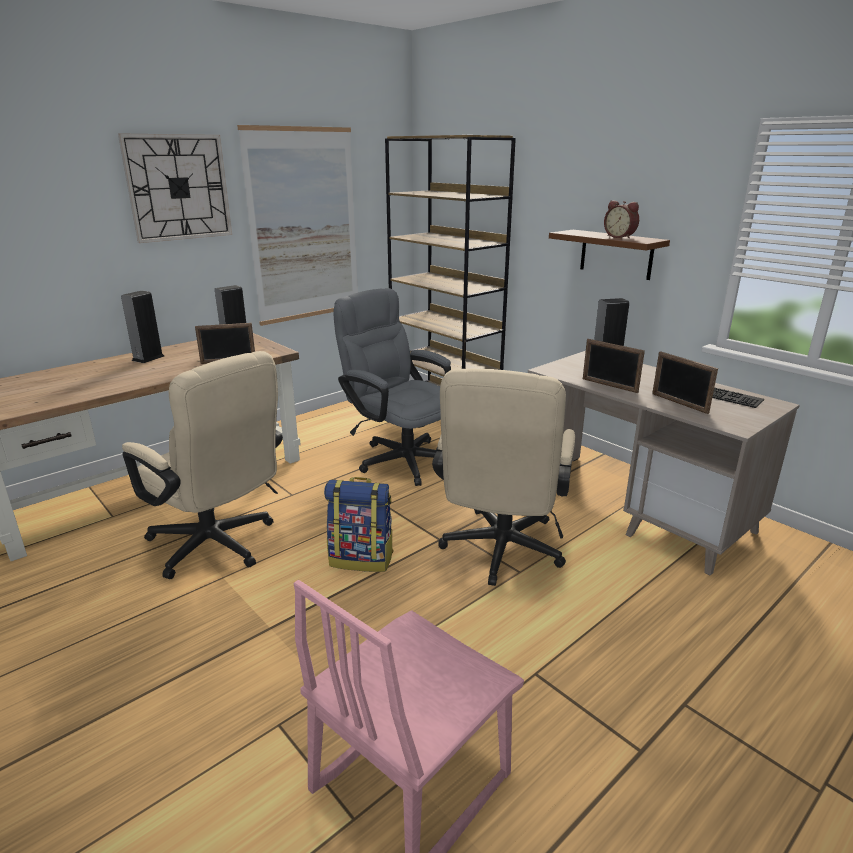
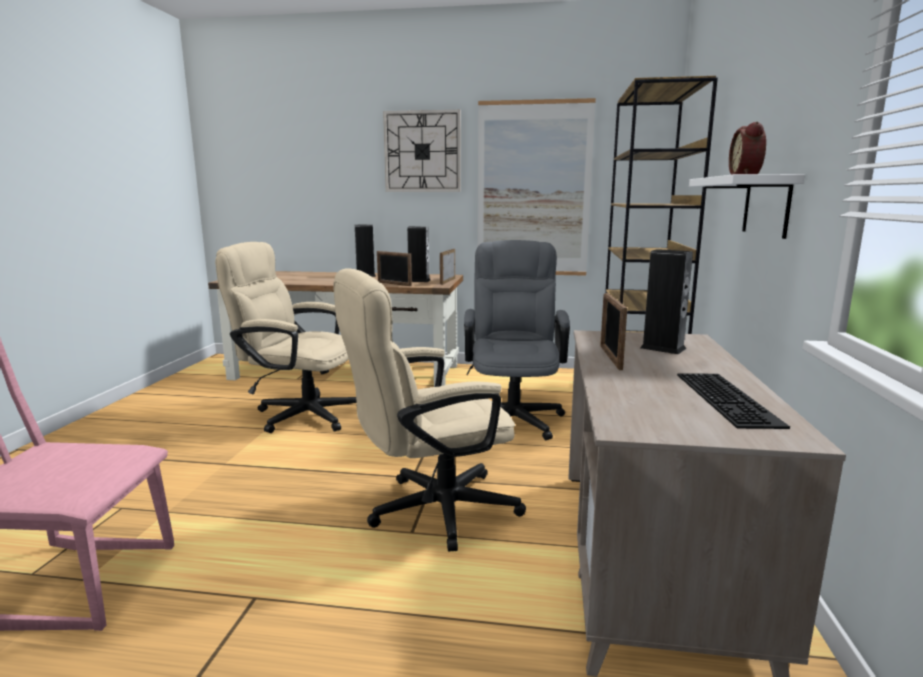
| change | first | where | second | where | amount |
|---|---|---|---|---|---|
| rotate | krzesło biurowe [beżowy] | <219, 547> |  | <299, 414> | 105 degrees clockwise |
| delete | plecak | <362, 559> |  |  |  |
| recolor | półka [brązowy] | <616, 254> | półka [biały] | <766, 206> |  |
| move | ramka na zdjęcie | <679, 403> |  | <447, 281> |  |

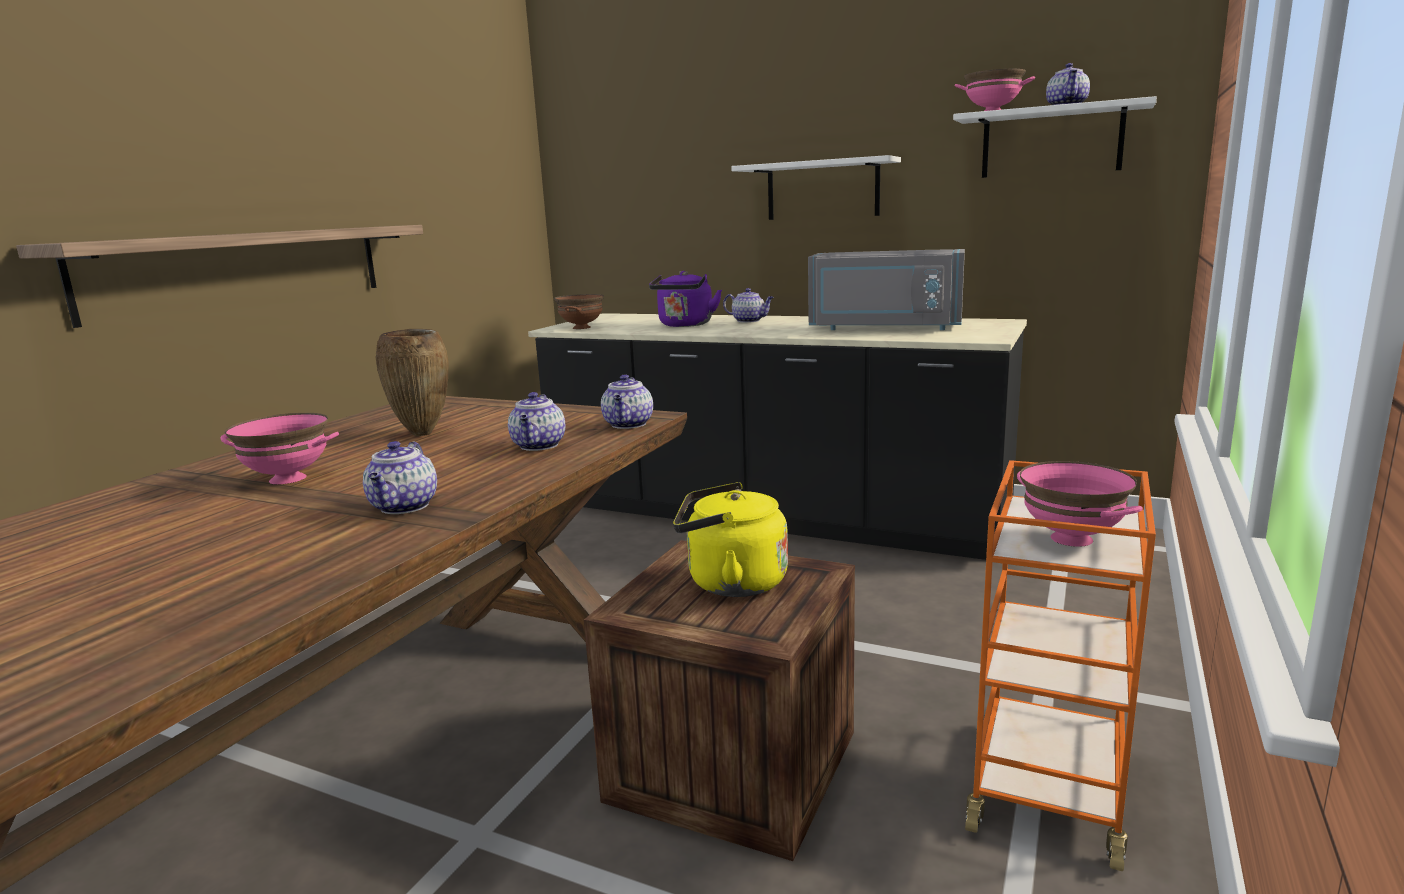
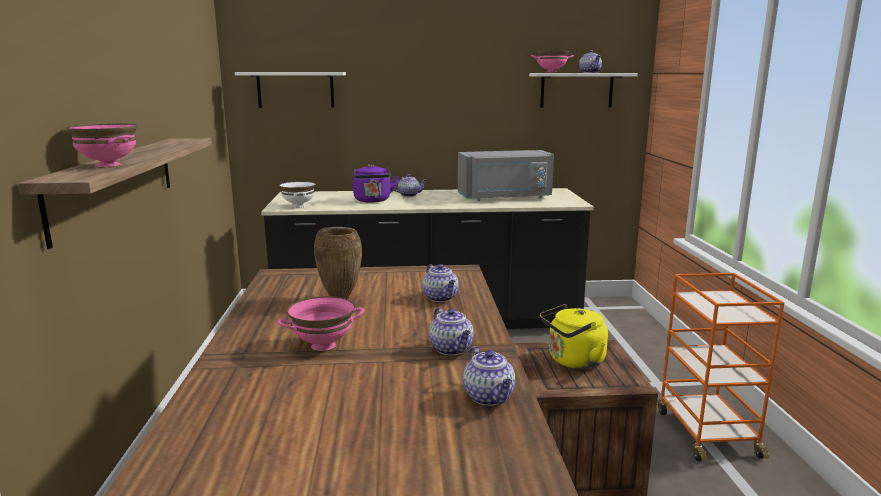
| change | first | where | second | where | amount |
|---|---|---|---|---|---|
| recolor | miska [brązowy] | <581, 327> | miska [biały] | <298, 206> |  |
| move | imbryk | <628, 425> |  | <489, 397> |  |
| move | półka [biały] | <822, 190> |  | <295, 89> |  |
| move | miska [różowy] | <1070, 539> |  | <107, 165> |  |

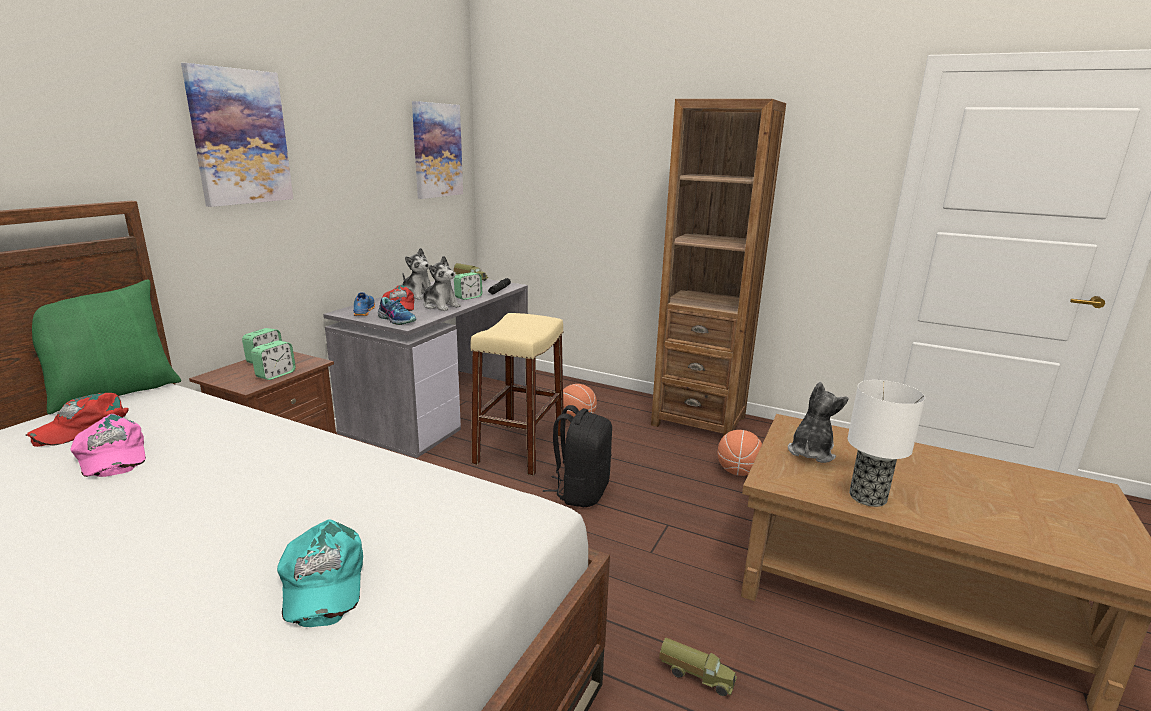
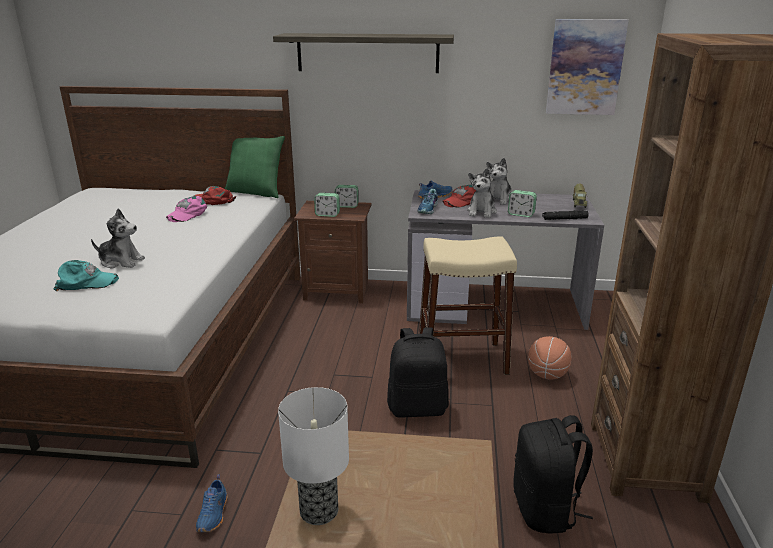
| change | first | where | second | where | amount |
|---|---|---|---|---|---|
| replace | obraz | <240, 137> | półka | <367, 53> |  |
| rotate | czapka z daszkiem [turkusowy] | <321, 581> |  | <86, 282> | 150 degrees counterclockwise |
| replace | ciężarówka zabawkowa | <696, 675> | but [niebieski] | <214, 514> |  |
| replace | piłka do koszykówki | <737, 471> | plecak [czarny] | <545, 509> |  |
| move | pluszak | <811, 452> |  | <121, 261> |  |

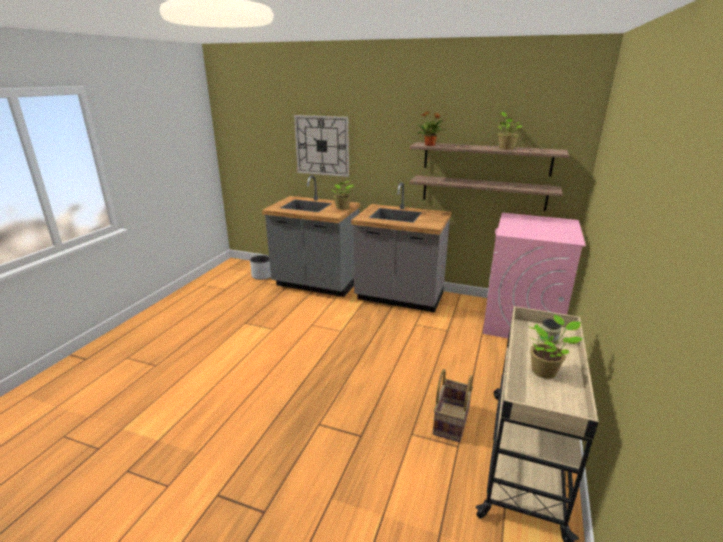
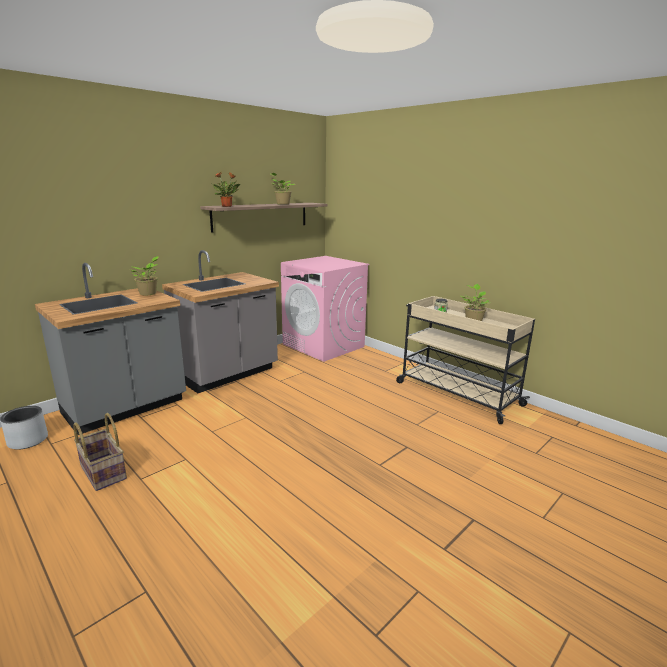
| change | first | where | second | where | amount |
|---|---|---|---|---|---|
| delete | zegar ścienny | <322, 145> |  |  |  |
| delete | półka | <483, 192> |  |  |  |
| move | koszyk | <450, 420> |  | <102, 472> |  |

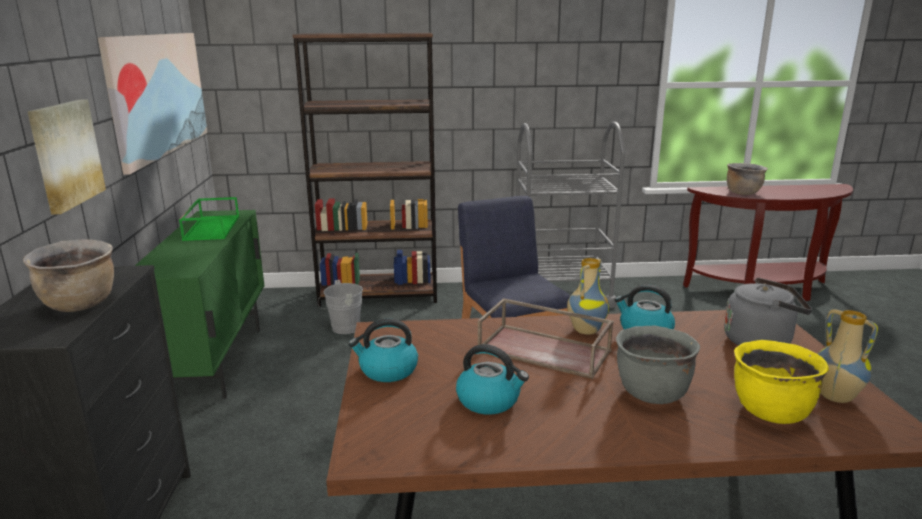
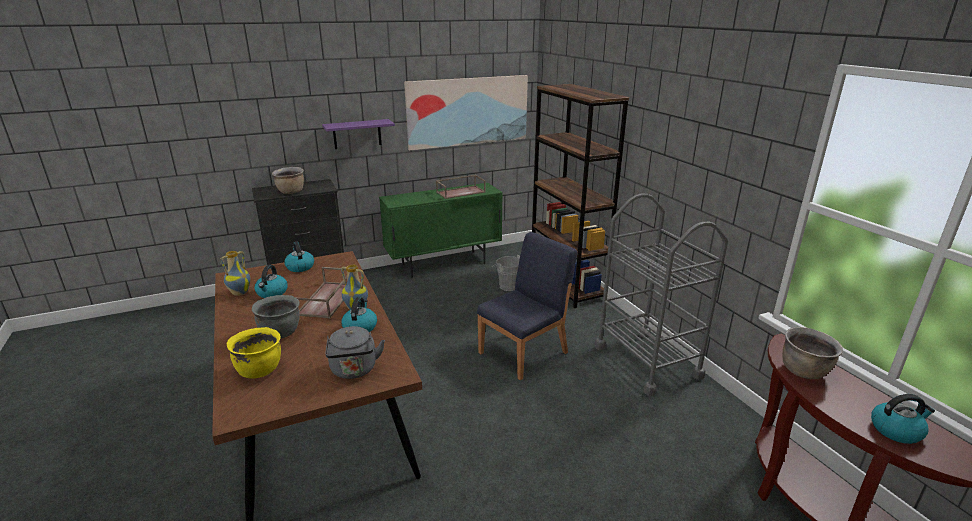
| change | first | where | second | where | amount |
|---|---|---|---|---|---|
| replace | obraz | <65, 154> | półka [fioletowy] | <357, 134> |  |
| recolor | taca [zielony] | <211, 227> | taca [brązowy] | <461, 192> |  |
| move | wazon | <834, 397> |  | <240, 293> |  |
| insert |  |  | czajnik | <896, 430> |  |

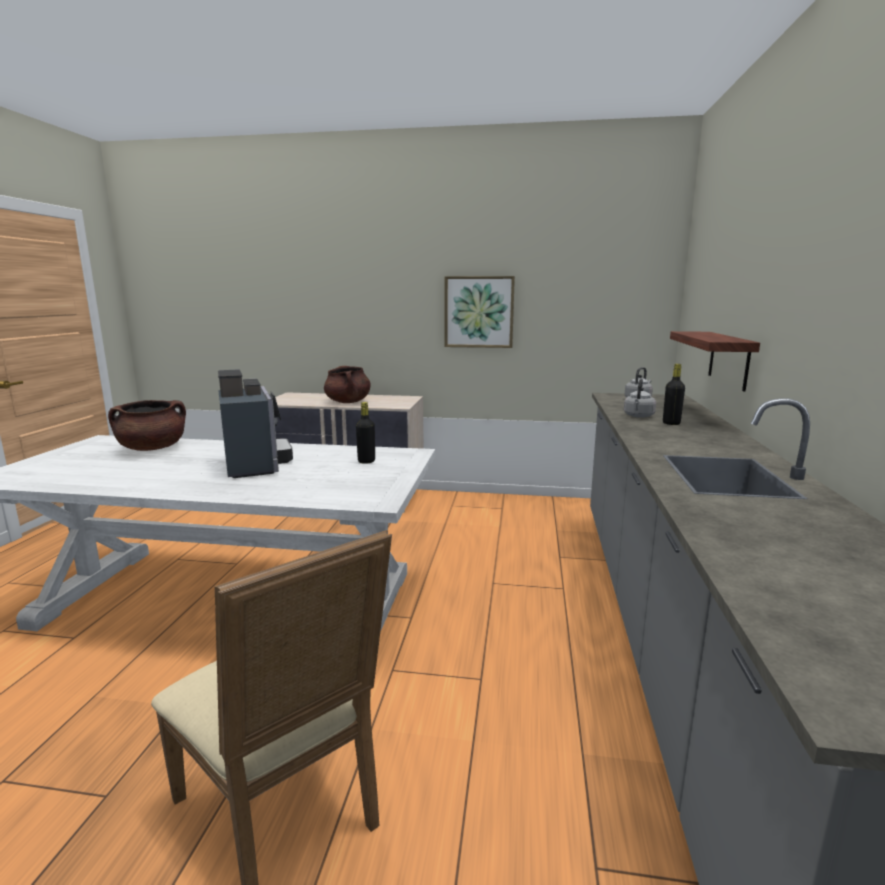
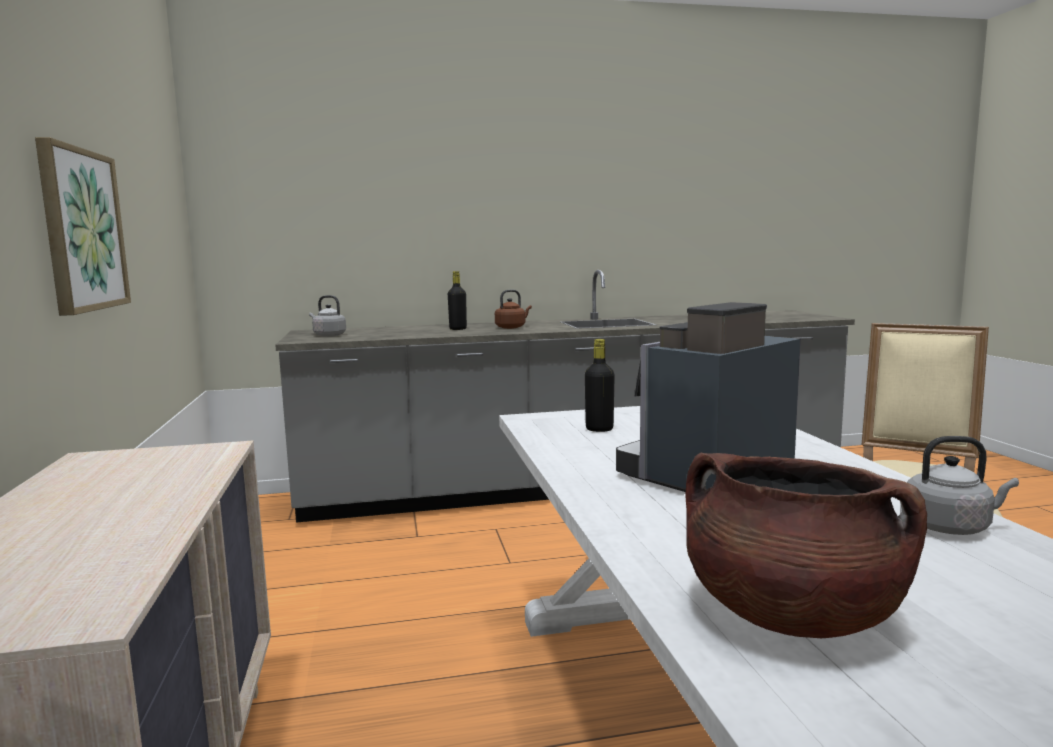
| change | first | where | second | where | amount |
|---|---|---|---|---|---|
| delete | garnek [brązowy] | <348, 402> |  |  |  |
| move | czajnik [szary] | <638, 416> |  | <951, 527> |  |
| delete | półka | <729, 359> |  |  |  |
| insert |  |  | czajnik [brązowy] | <512, 327> |  |

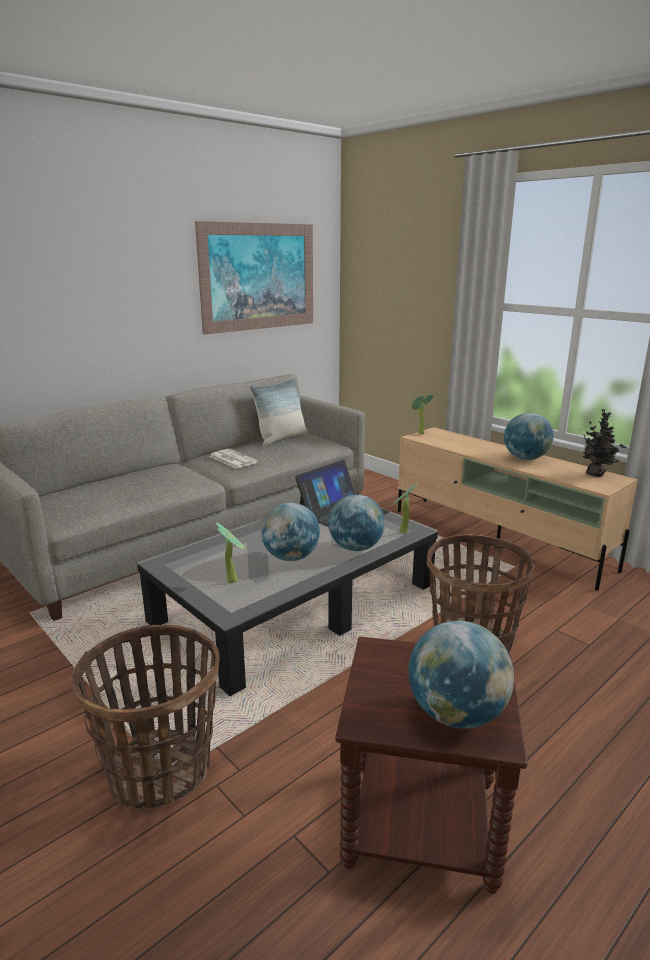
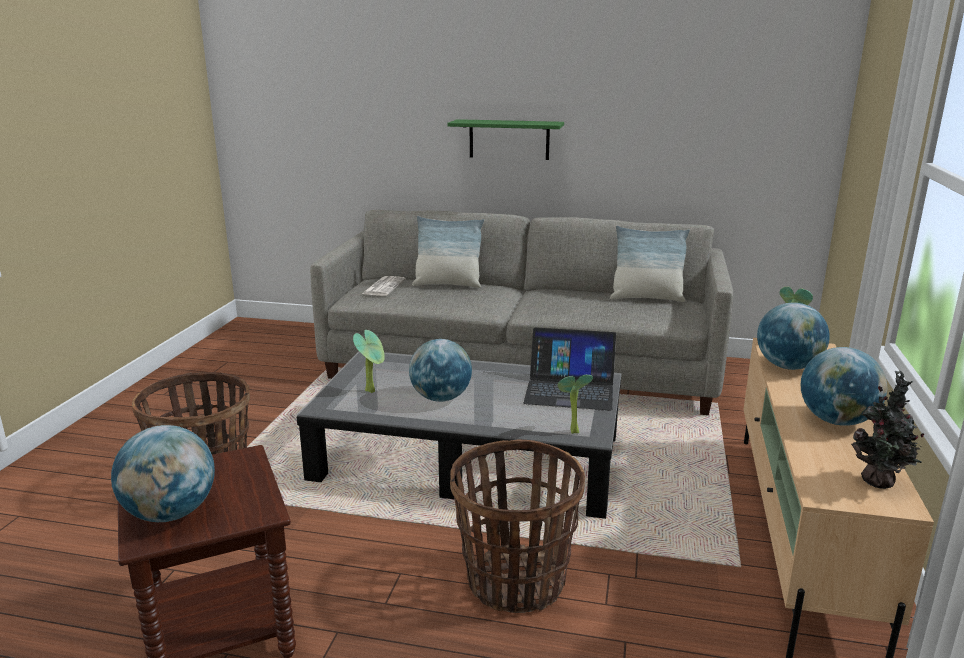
| change | first | where | second | where | amount |
|---|---|---|---|---|---|
| delete | obraz | <259, 277> |  |  |  |
| move | gazeta | <232, 459> |  | <383, 287> |  |
| move | globus | <356, 548> |  | <788, 366> |  |
| insert |  |  | poduszka | <448, 284> |  |
| insert |  |  | półka [zielony] | <509, 139> |  |

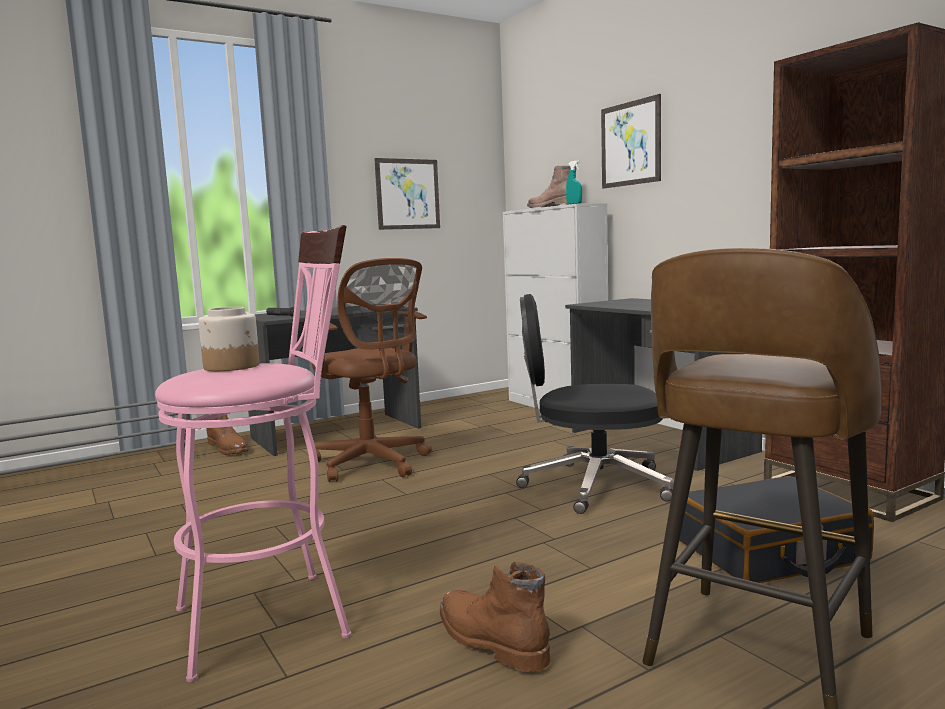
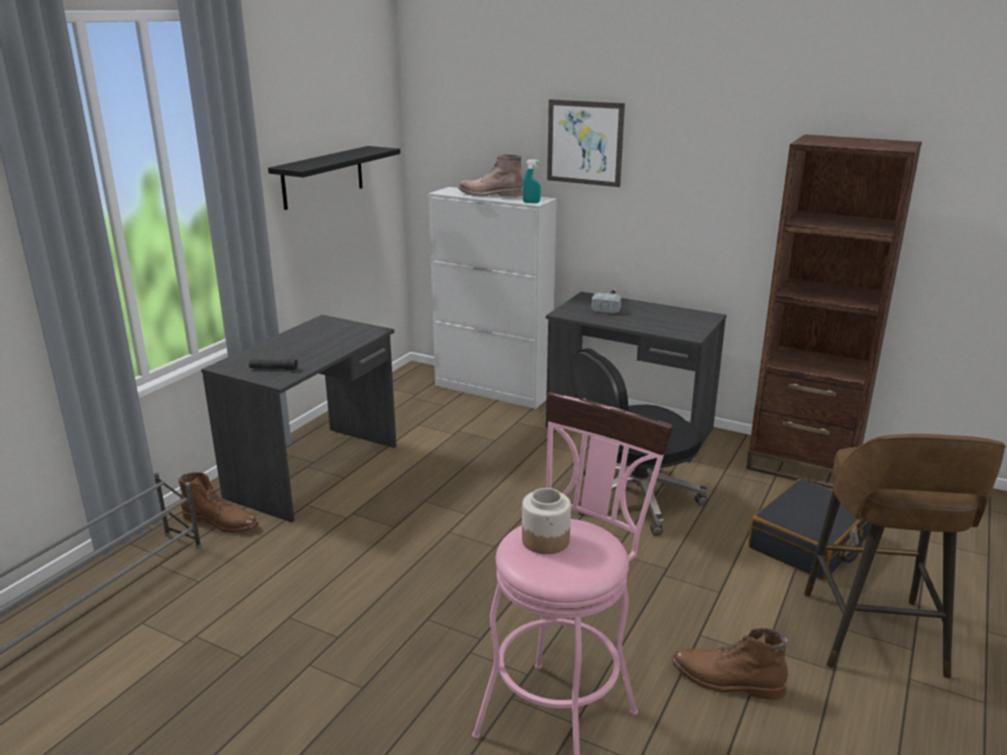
| change | first | where | second | where | amount |
|---|---|---|---|---|---|
| delete | krzesło biurowe [brązowy] | <372, 464> |  |  |  |
| replace | obraz | <407, 194> | półka [czarny] | <323, 177> |  |
| insert |  |  | młotek | <609, 305> |  |

